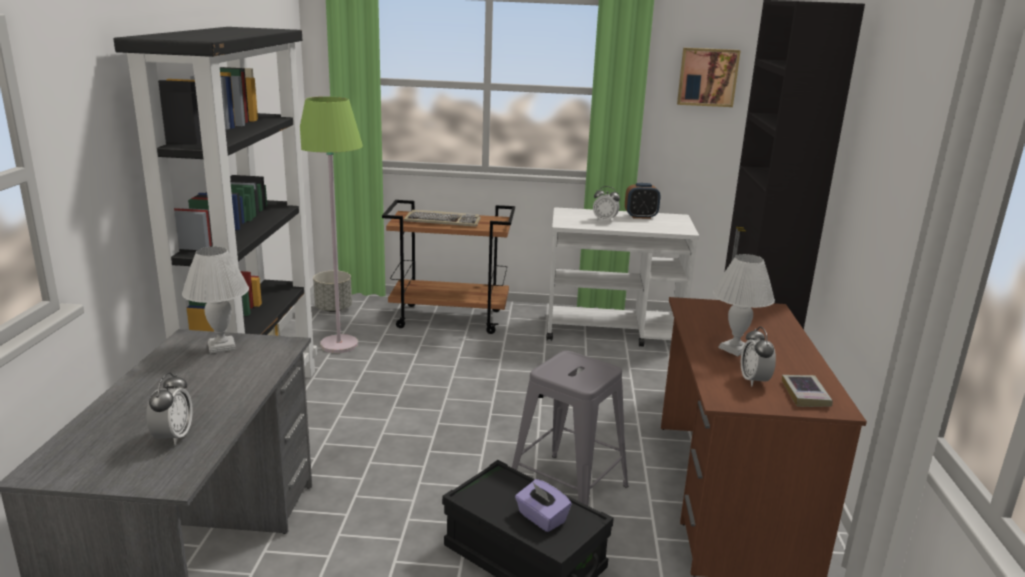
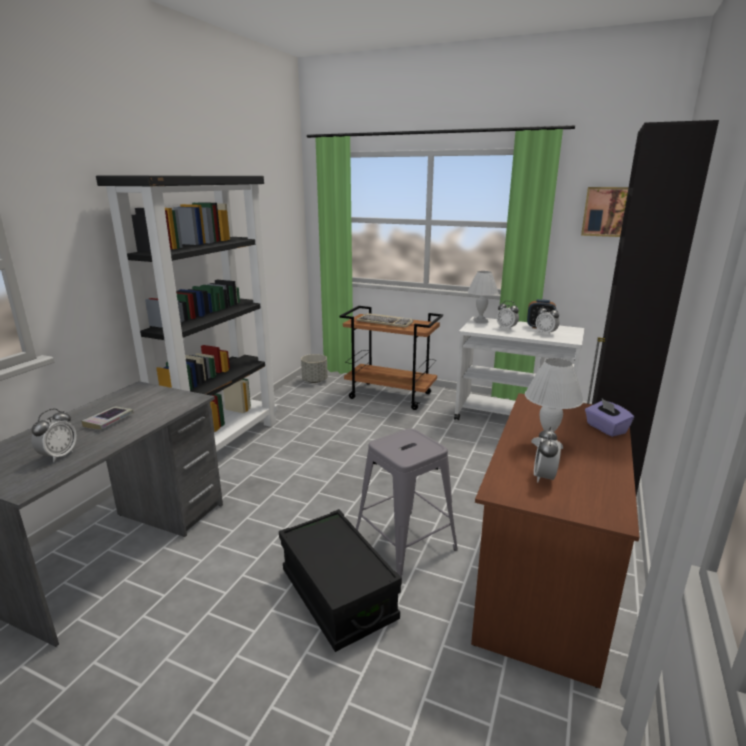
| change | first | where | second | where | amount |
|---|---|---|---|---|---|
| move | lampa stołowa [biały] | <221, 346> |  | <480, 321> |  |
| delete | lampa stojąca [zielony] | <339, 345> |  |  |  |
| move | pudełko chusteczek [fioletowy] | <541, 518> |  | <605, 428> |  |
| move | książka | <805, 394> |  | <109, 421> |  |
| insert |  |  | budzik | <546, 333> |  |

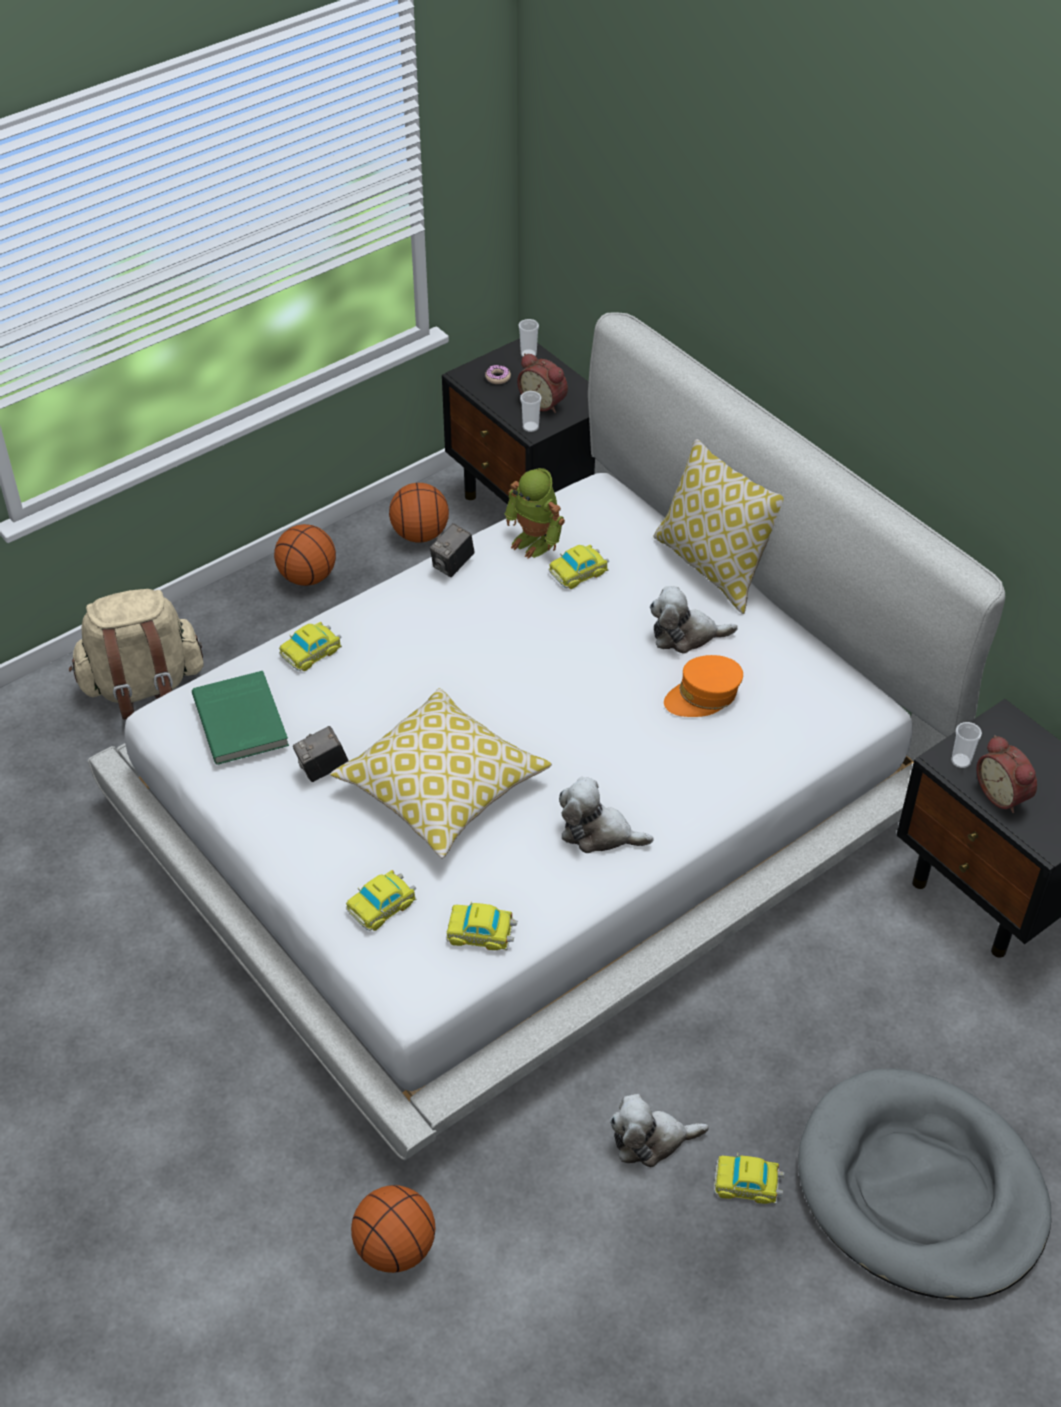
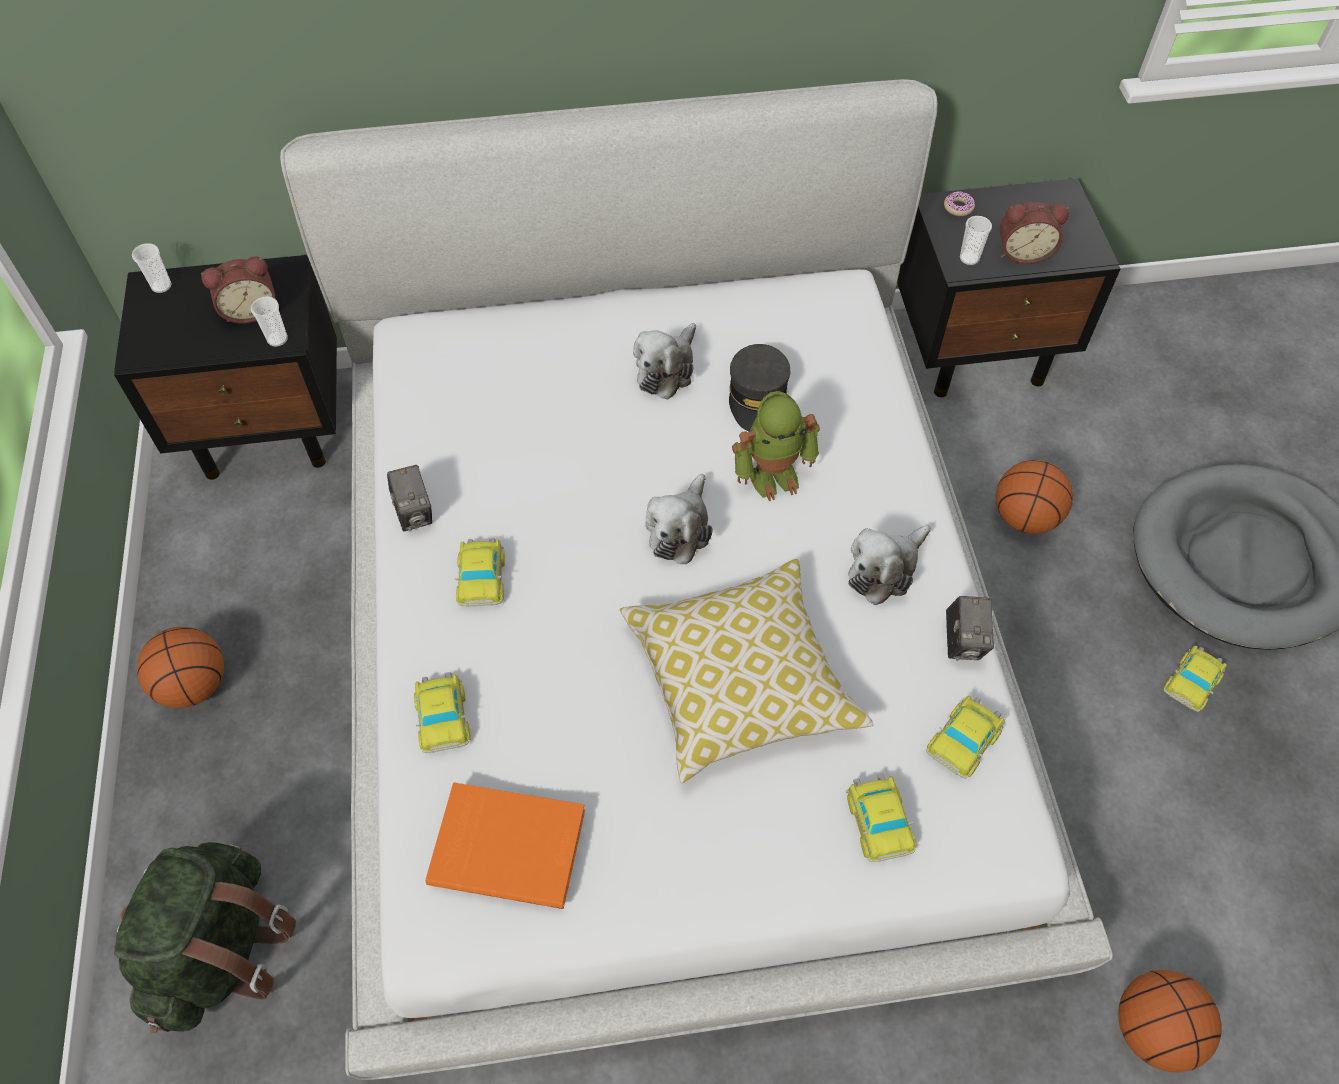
| change | first | where | second | where | amount |
|---|---|---|---|---|---|
| recolor | plecak [beżowy] | <143, 687> | plecak [zielony] | <220, 950> |  |
| recolor | książka [zielony] | <242, 720> | książka [pomarańczowy] | <508, 844> |  |
| move | aparat fotograficzny | <323, 769> |  | <963, 641> |  |
| move | piłka do koszykówki | <420, 534> |  | <1024, 517> |  |
| move | donut | <498, 378> |  | <958, 207> |  |
| move | robot zabawkowy | <535, 541> |  | <773, 474> |  |
| move | samochodzik | <579, 571> |  | <481, 576> |  |
| move | pluszak | <651, 1140> |  | <680, 529> |  |
| delete | poduszka | <715, 566> |  |  |  |
| recolor | czapka z daszkiem [pomarańczowy] | <703, 696> | czapka z daszkiem [szary] | <758, 396> |  |

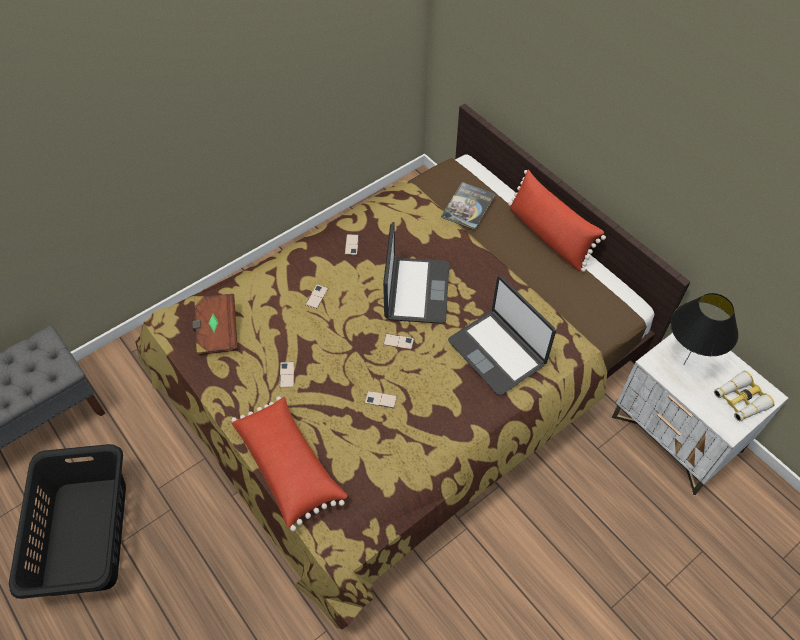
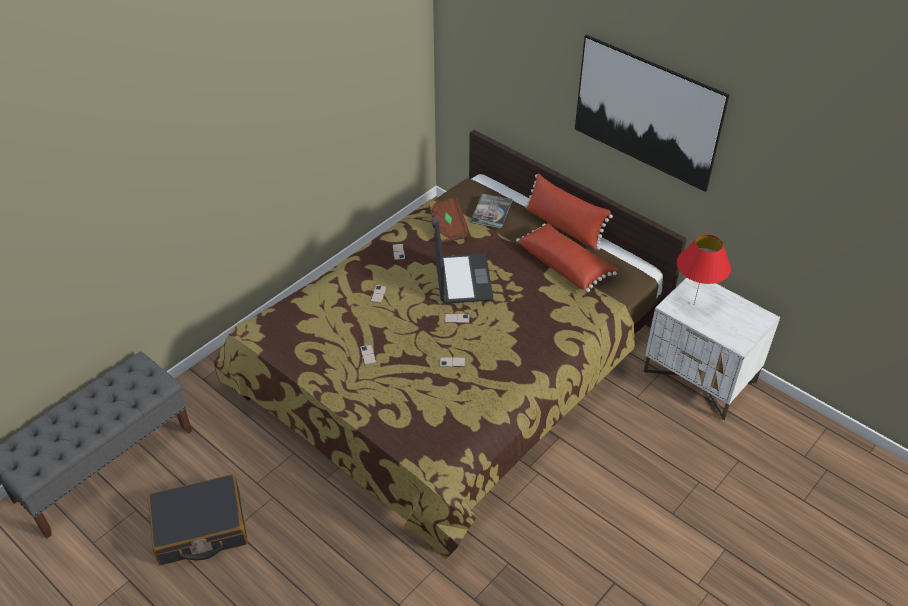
| change | first | where | second | where | amount |
|---|---|---|---|---|---|
| replace | kosz na pranie [czarny] | <87, 534> | walizka [czarny] | <200, 528> |  |
| move | książka [brązowy] | <217, 331> |  | <448, 228> |  |
| move | poduszka [czerwony] | <289, 466> |  | <565, 265> |  |
| delete | laptop | <497, 352> |  |  |  |
| recolor | lampa stołowa [czarny] | <684, 364> | lampa stołowa [czerwony] | <694, 304> |  |
| delete | lornetka | <740, 400> |  |  |  |
| insert |  |  | obraz | <646, 112> |  |

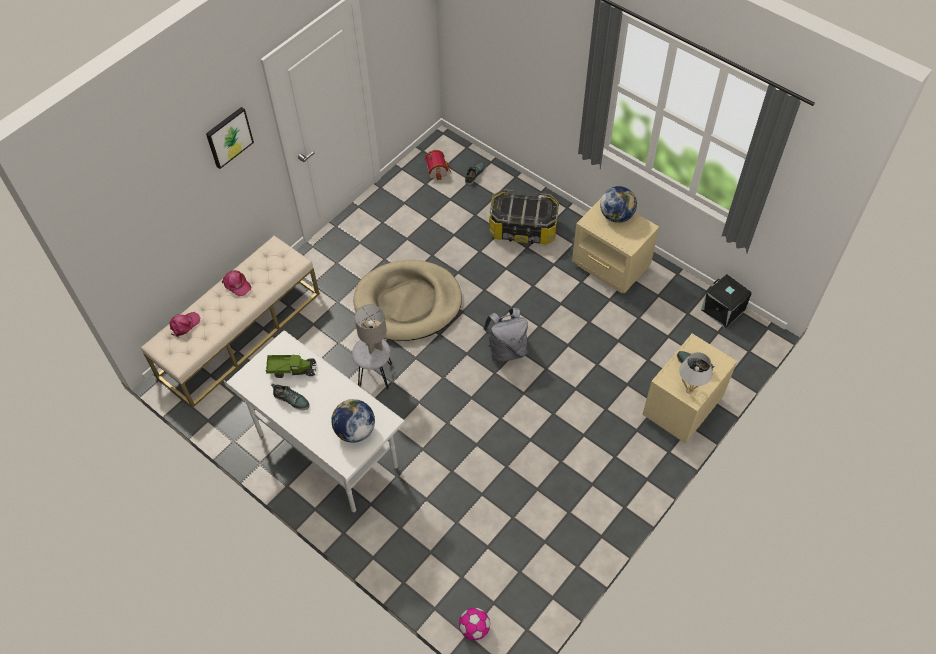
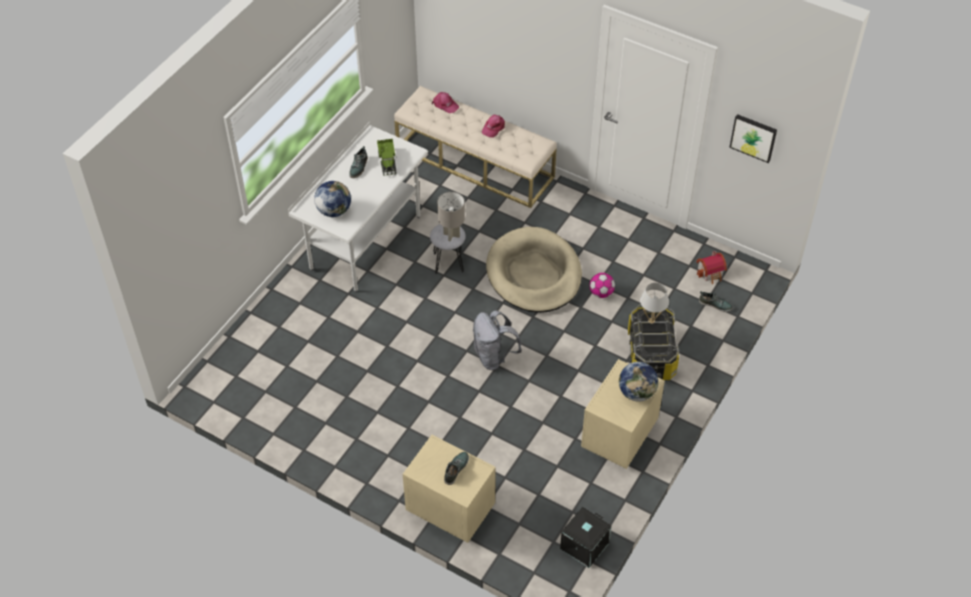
| change | first | where | second | where | amount |
|---|---|---|---|---|---|
| move | obraz | <228, 137> |  | <753, 137> |  |
| move | piłka futbolowa | <474, 628> |  | <601, 293> |  |
| move | lampa stołowa [biały] | <689, 390> |  | <651, 320> |  |

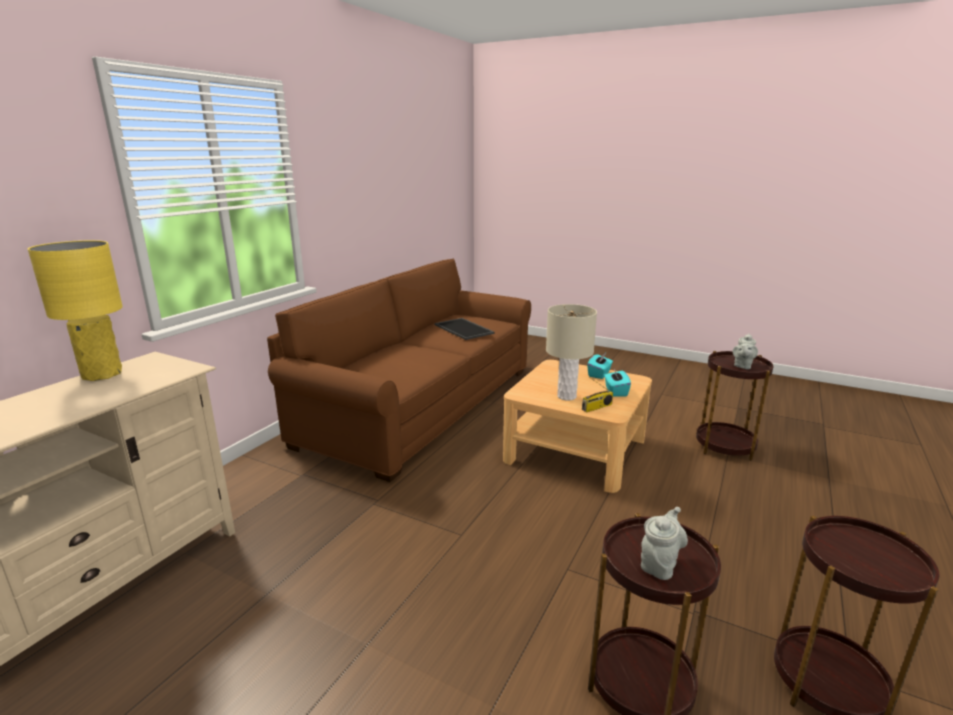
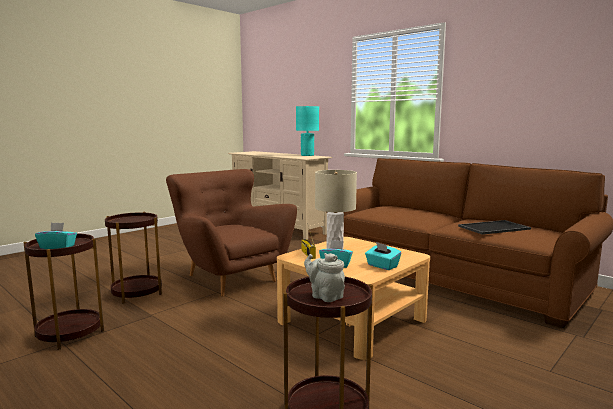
| change | first | where | second | where | amount |
|---|---|---|---|---|---|
| recolor | lampa stołowa [żółty] | <102, 374> | lampa stołowa [turkusowy] | <307, 155> |  |
| delete | imbryk [szary] | <659, 564> |  |  |  |
| insert |  |  | pudełko chusteczek [turkusowy] | <58, 247> |  |
| insert |  |  | fotel [brązowy] | <229, 277> |  |

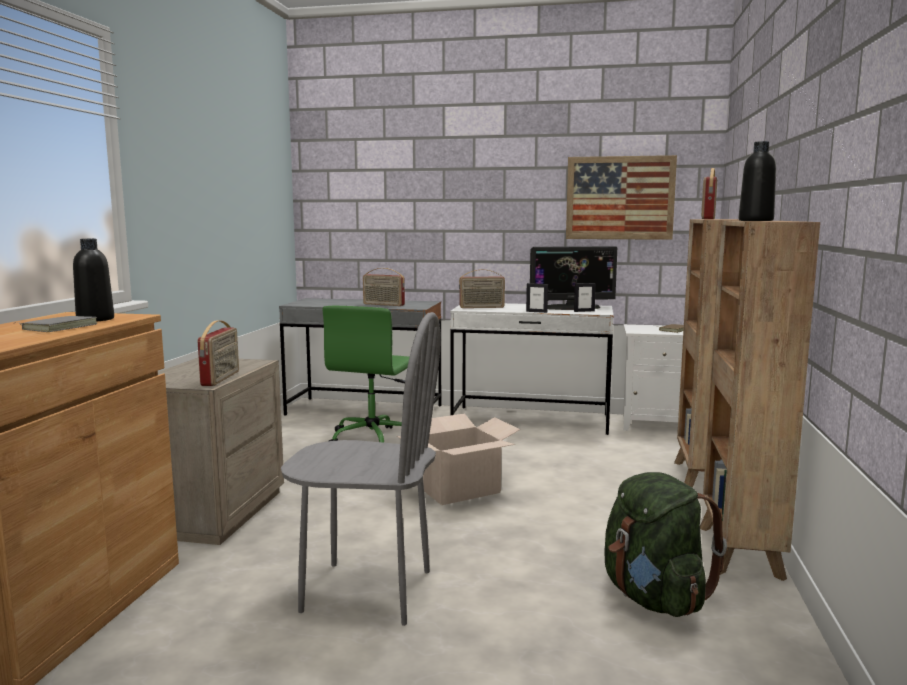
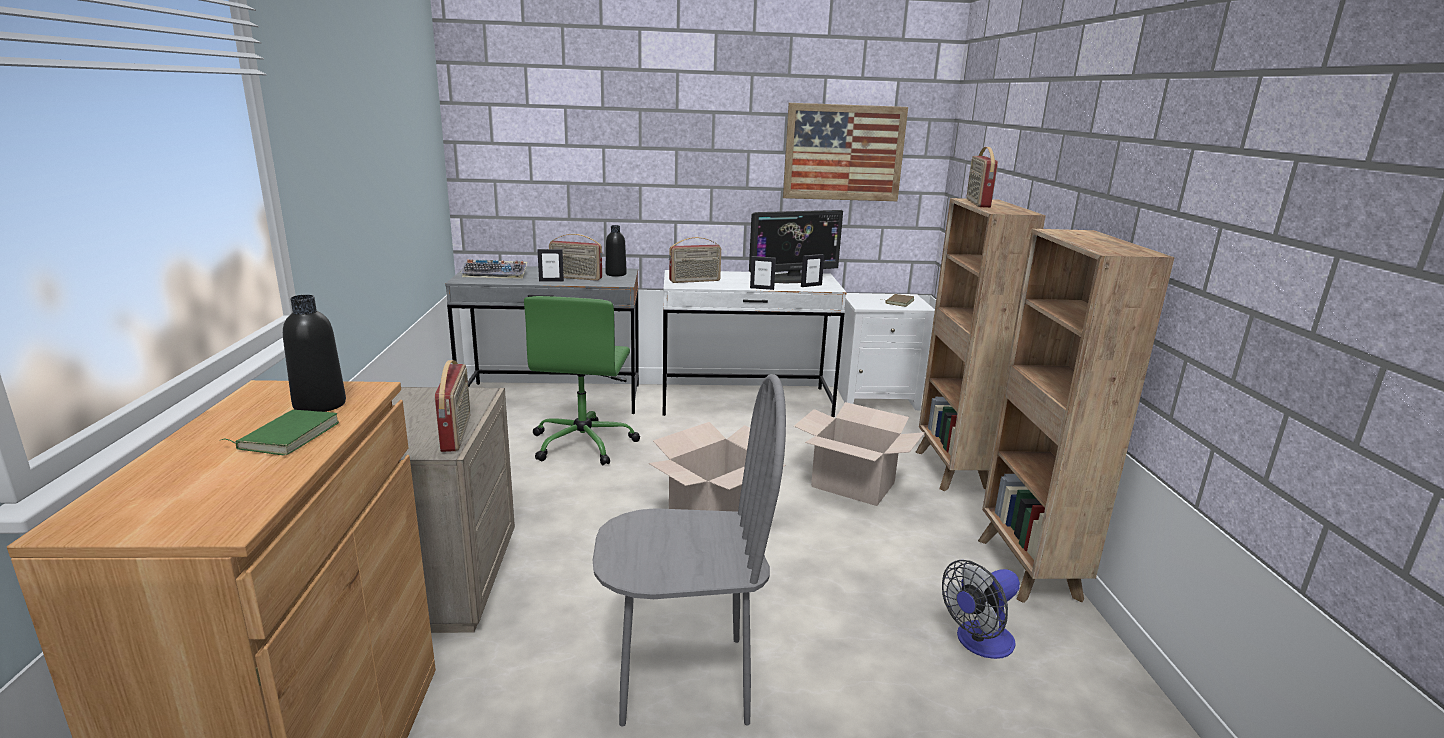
| change | first | where | second | where | amount |
|---|---|---|---|---|---|
| recolor | książka [szary] | <59, 327> | książka [zielony] | <287, 436> |  |
| replace | plecak [zielony] | <654, 598> | wentylator | <978, 643> |  |
| move | butelka [czarny] | <755, 220> |  | <616, 274> |  |
| insert |  |  | klawiatura | <496, 274> |  |
| insert |  |  | ramka na zdjęcie | <551, 281> |  |
| insert |  |  | karton | <853, 484> |  |

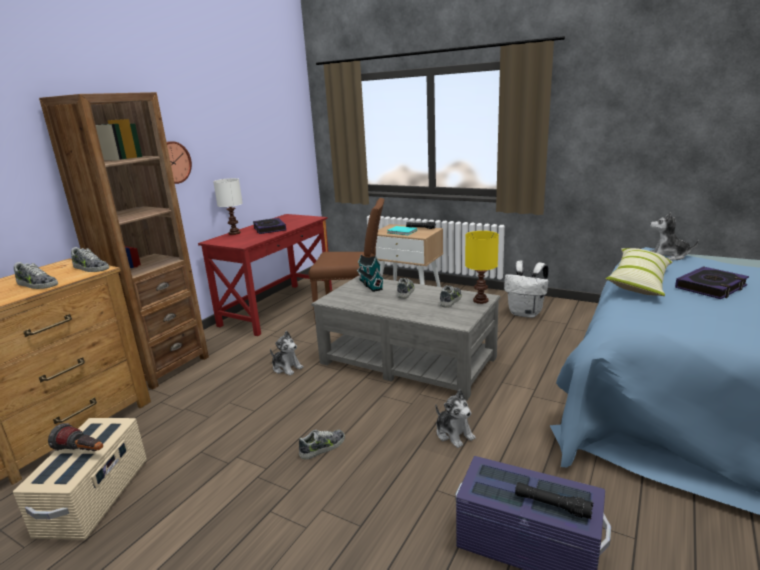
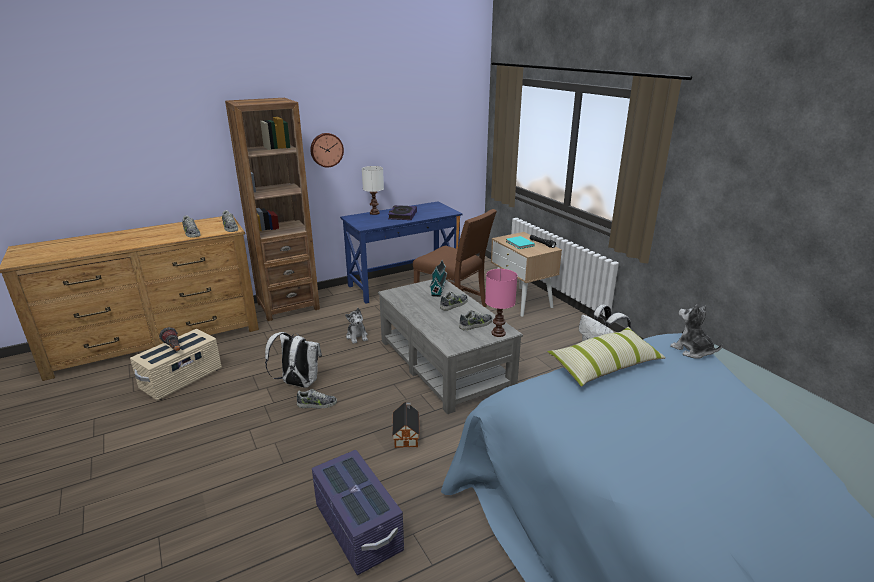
| change | first | where | second | where | amount |
|---|---|---|---|---|---|
| recolor | biurko [czerwony] | <278, 308> | biurko [niebieski] | <403, 283> |  |
| replace | pluszak | <454, 434> | domek | <406, 434> |  |
| recolor | lampa stołowa [żółty] | <480, 300> | lampa stołowa [różowy] | <498, 333> |  |
| delete | latarka [czarny] | <552, 505> |  |  |  |
| delete | książka | <711, 287> |  |  |  |
| insert |  |  | plecak [biały] | <298, 384> |  |

